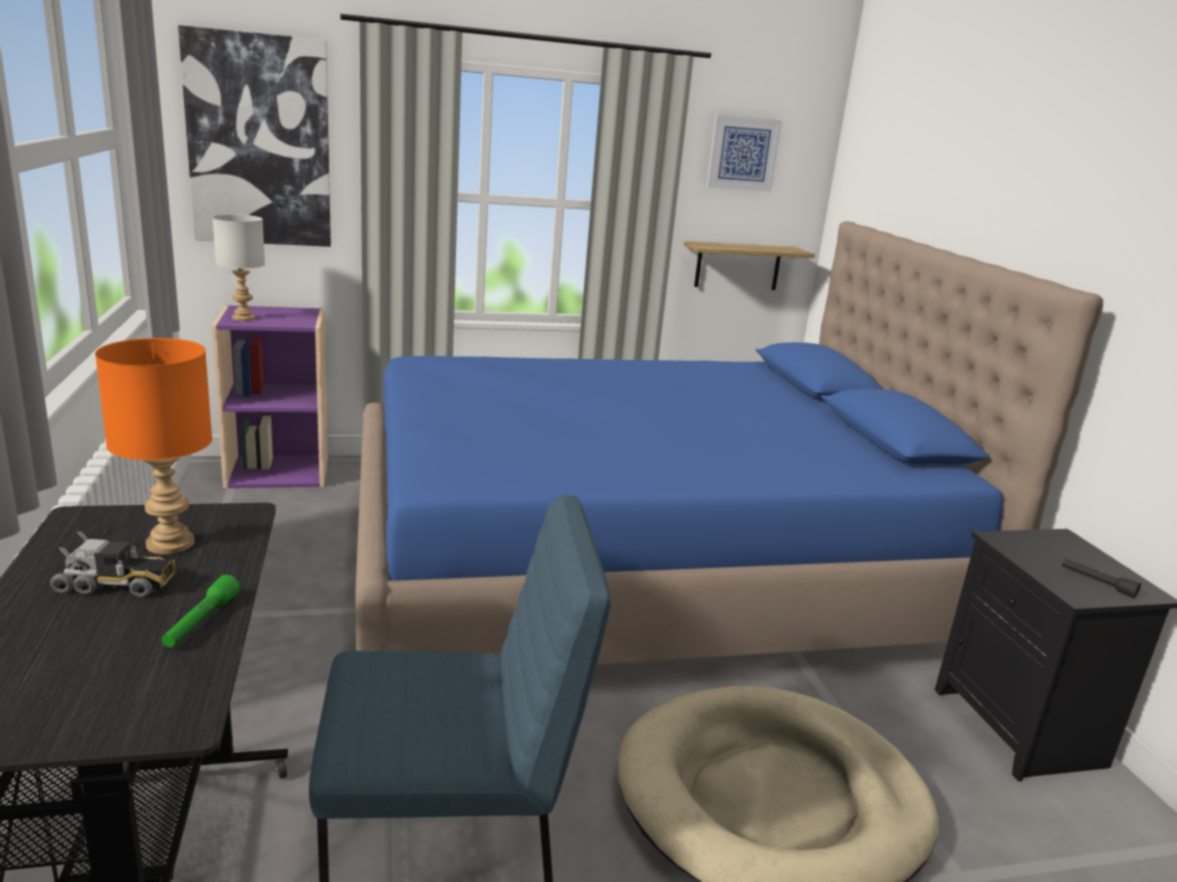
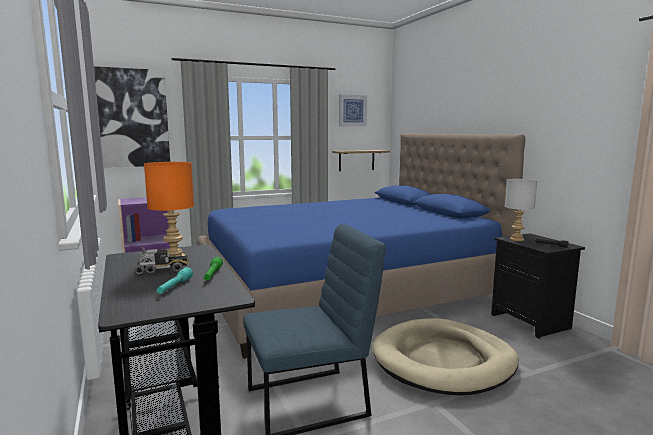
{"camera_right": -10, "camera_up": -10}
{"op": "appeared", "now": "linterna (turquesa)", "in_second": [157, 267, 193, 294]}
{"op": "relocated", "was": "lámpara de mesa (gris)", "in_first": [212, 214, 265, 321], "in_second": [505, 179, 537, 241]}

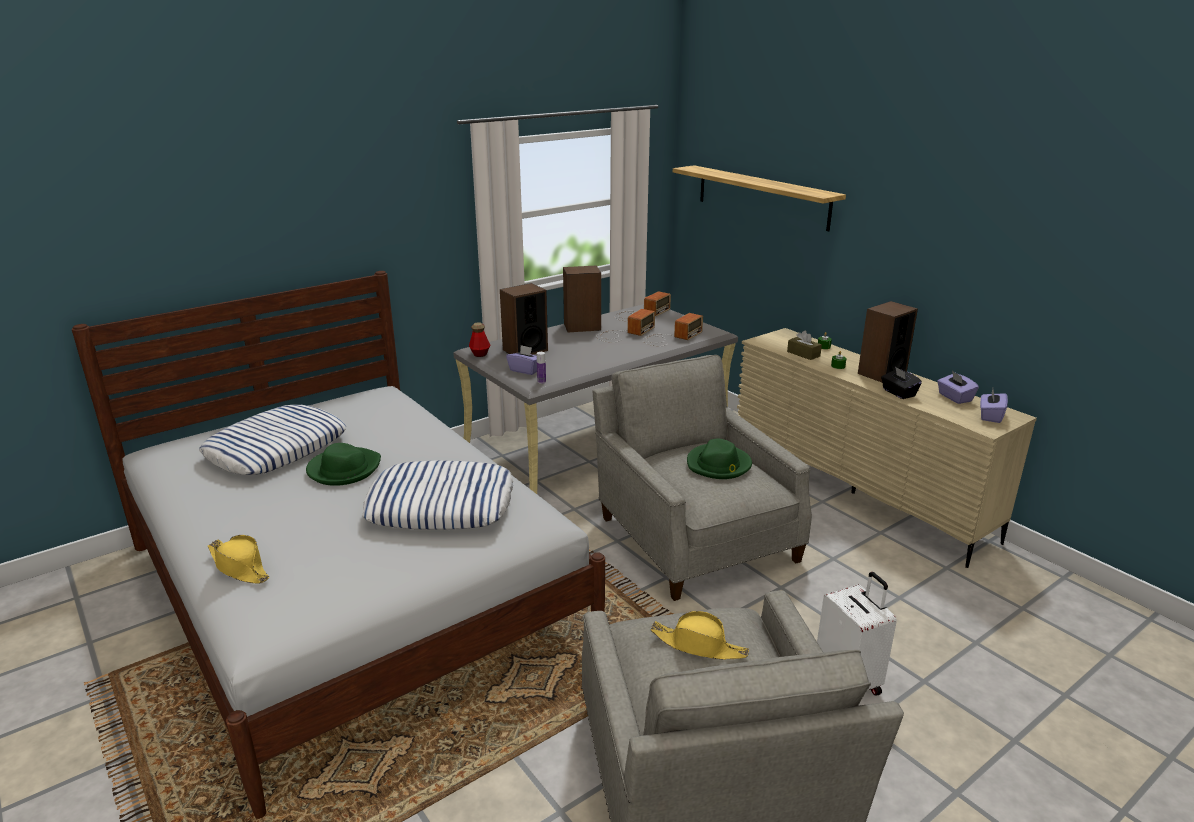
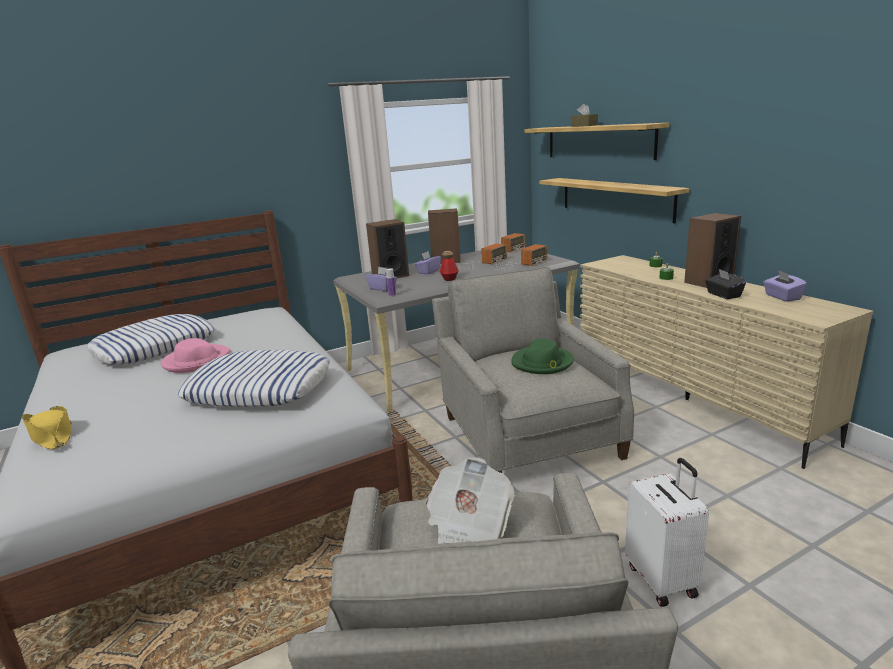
{"camera_right": 10, "camera_up": -5}
{"op": "colour", "was": "sombrero (verde)", "now": "sombrero (rosa)", "in_first": [306, 443, 381, 486], "in_second": [161, 338, 231, 373]}
{"op": "relocated", "was": "caja de pañuelos (morado)", "in_first": [980, 389, 1008, 423], "in_second": [415, 251, 441, 274]}
{"op": "exchanged", "was": "sombrero (amarillo)", "now": "periódico", "in_first": [651, 611, 749, 660], "in_second": [426, 457, 515, 544]}
{"op": "relocated", "was": "botella", "in_first": [469, 322, 490, 357], "in_second": [440, 251, 459, 281]}
{"op": "appeared", "now": "estante", "in_second": [539, 178, 689, 223]}
{"op": "relocated", "was": "caja de pañuelos (marrón)", "in_first": [787, 330, 822, 360], "in_second": [571, 104, 598, 127]}

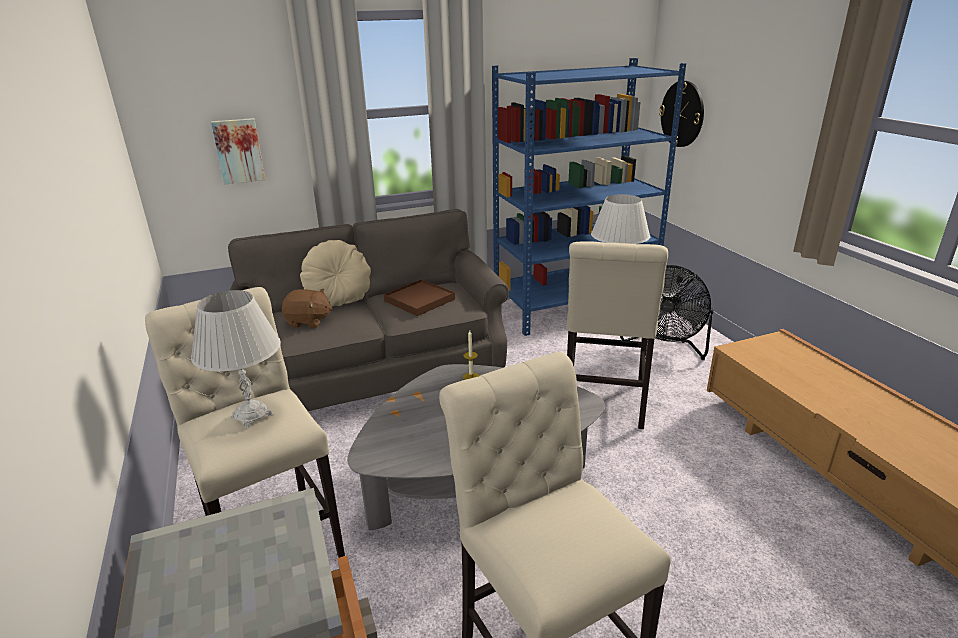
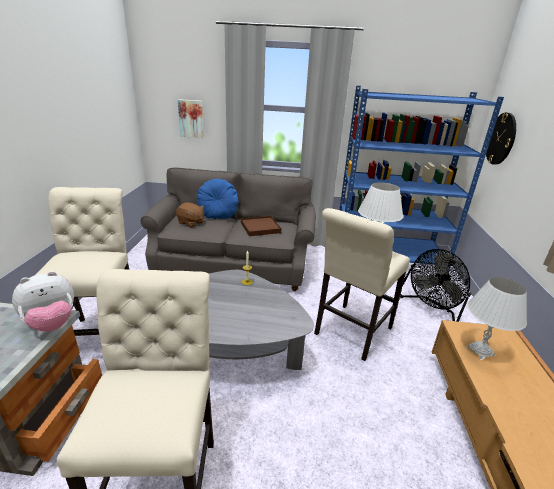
{"camera_right": 25, "camera_up": 0}
{"op": "appeared", "now": "peluche", "in_second": [12, 271, 74, 332]}
{"op": "colour", "was": "cojín (beis)", "now": "cojín (azul)", "in_first": [300, 240, 371, 307], "in_second": [197, 179, 239, 219]}
{"op": "relocated", "was": "lámpara de mesa (blanco)", "in_first": [191, 290, 281, 429], "in_second": [466, 277, 527, 360]}

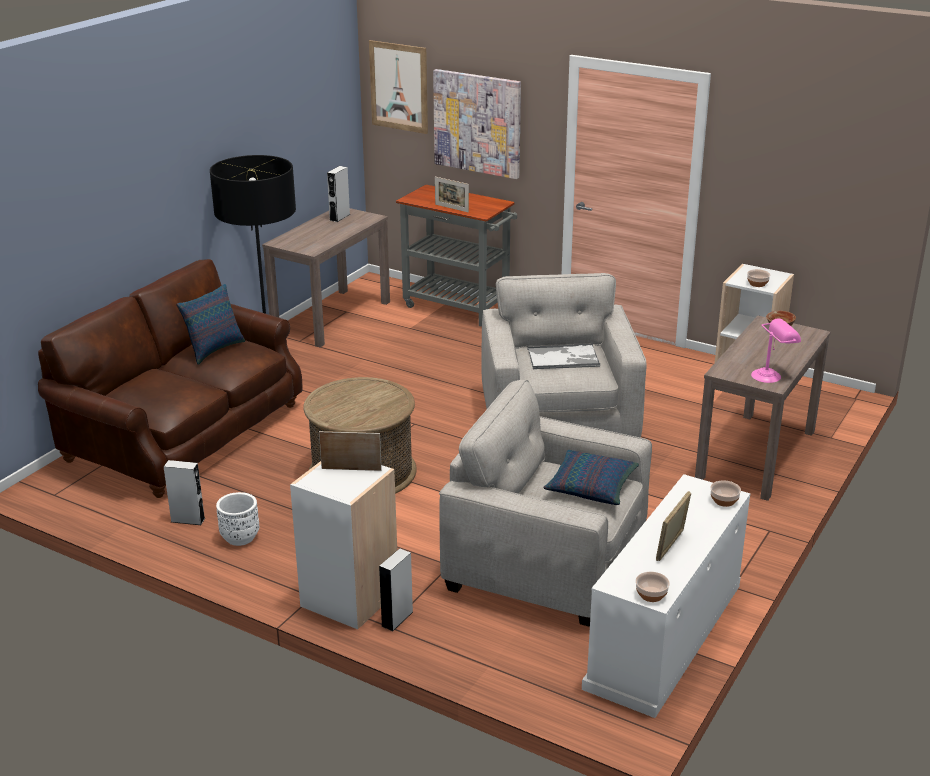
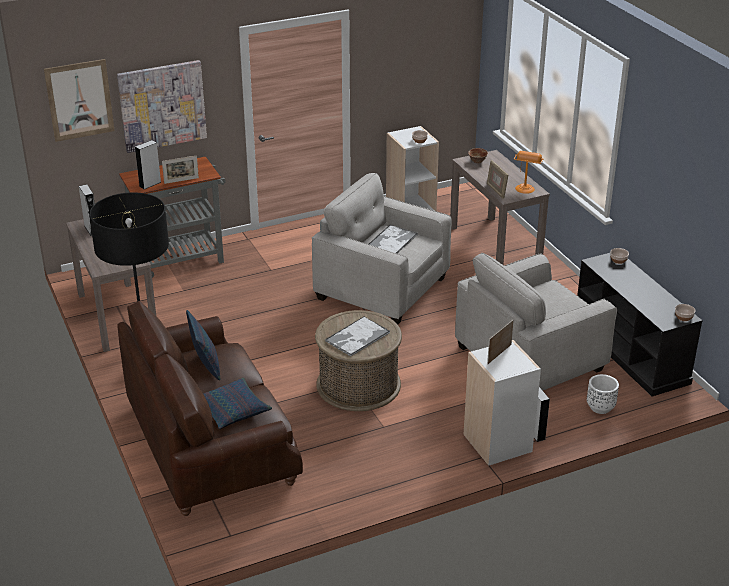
{"camera_right": -55, "camera_up": 5}
{"op": "relocated", "was": "altavoz (gris)", "in_first": [164, 460, 205, 525], "in_second": [135, 140, 161, 190]}
{"op": "relocated", "was": "cojín (azul)", "in_first": [543, 450, 639, 505], "in_second": [203, 378, 272, 429]}
{"op": "appeared", "now": "bandeja", "in_second": [325, 317, 390, 357]}
{"op": "relocated", "was": "portarretratos", "in_first": [656, 491, 691, 561], "in_second": [487, 160, 508, 199]}
{"op": "colour", "was": "lámpara de mesa (rosa)", "now": "lámpara de mesa (naranja)", "in_first": [751, 318, 801, 383], "in_second": [514, 151, 544, 194]}
{"op": "colour", "was": "mueble de televisión (blanco)", "now": "mueble de televisión (negro)", "in_first": [582, 474, 750, 718], "in_second": [577, 253, 703, 396]}
{"op": "relocated", "was": "maceta (blanco)", "in_first": [216, 492, 259, 546], "in_second": [587, 374, 619, 414]}

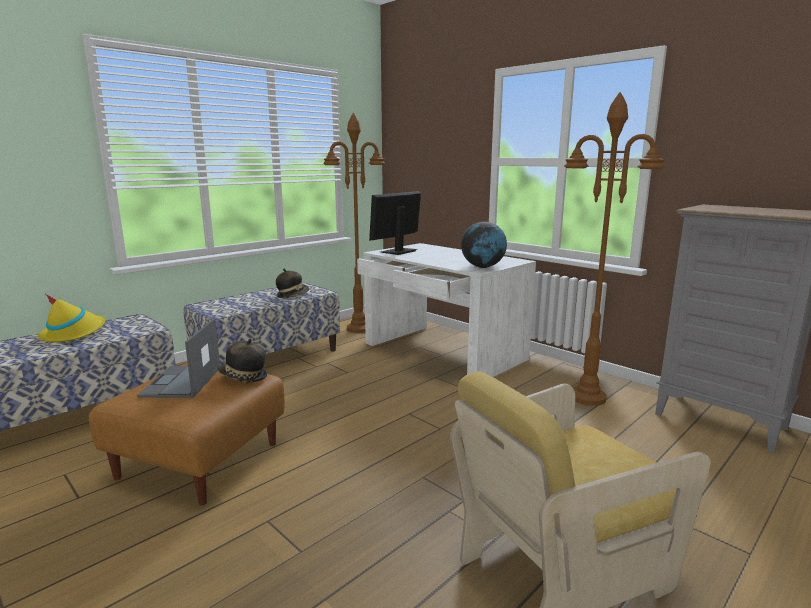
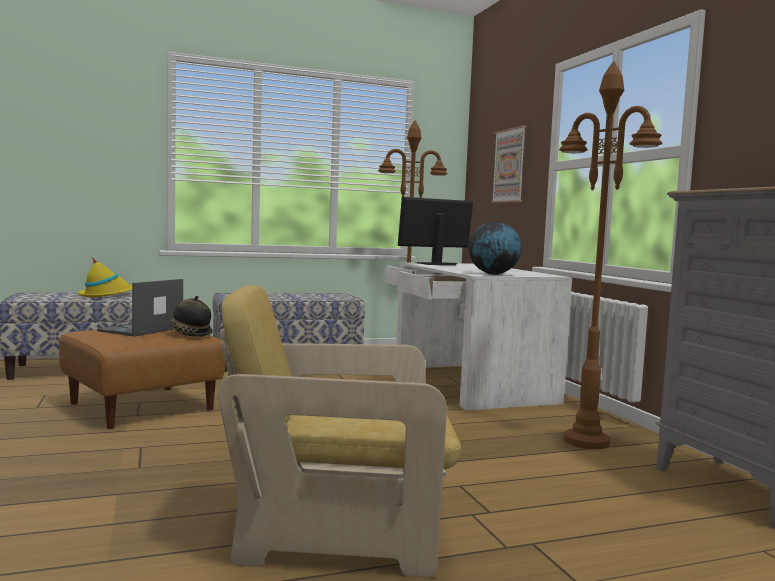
{"camera_right": 25, "camera_up": -10}
{"op": "appeared", "now": "cuadro", "in_second": [491, 125, 527, 203]}
{"op": "missing", "was": "sombrero", "in_first": [276, 269, 309, 298]}

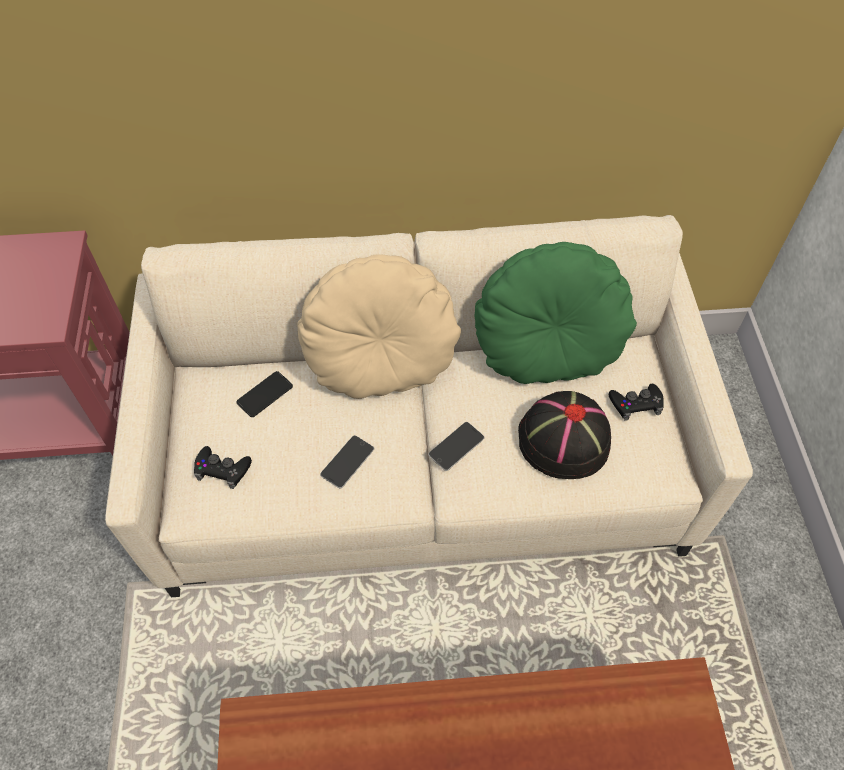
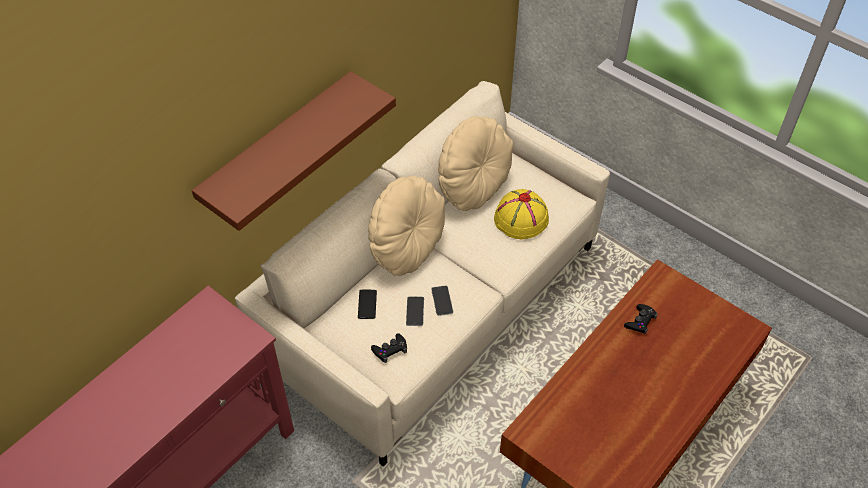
{"camera_right": -45, "camera_up": -5}
{"op": "appeared", "now": "estante (marrón)", "in_second": [192, 71, 396, 231]}
{"op": "relocated", "was": "móvil", "in_first": [428, 422, 485, 471], "in_second": [406, 296, 424, 326]}
{"op": "colour", "was": "cojín (verde)", "now": "cojín (beis)", "in_first": [475, 242, 637, 384], "in_second": [438, 116, 513, 211]}
{"op": "colour", "was": "sombrero (negro)", "now": "sombrero (amarillo)", "in_first": [518, 391, 611, 479], "in_second": [494, 189, 549, 239]}
{"op": "relocated", "was": "mando de consola (negro)", "in_first": [609, 384, 664, 421], "in_second": [624, 304, 658, 334]}

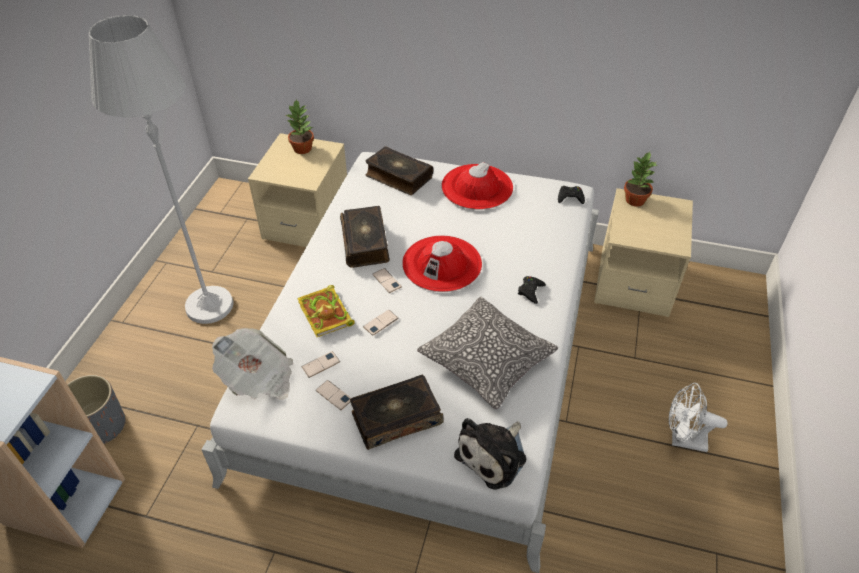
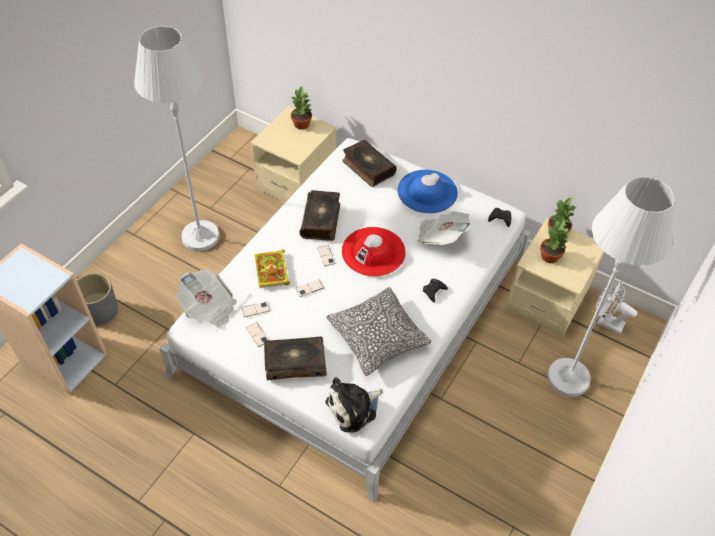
{"camera_right": 15, "camera_up": 5}
{"op": "colour", "was": "sombrero (rojo)", "now": "sombrero (azul)", "in_first": [441, 162, 513, 210], "in_second": [397, 170, 458, 213]}
{"op": "appeared", "now": "periódico", "in_second": [418, 211, 471, 245]}
{"op": "appeared", "now": "planta en maceta", "in_second": [540, 220, 569, 263]}
{"op": "appeared", "now": "lámpara de pie (blanco)", "in_second": [547, 177, 675, 397]}
{"op": "relocated", "was": "ventilador (blanco)", "in_first": [669, 383, 728, 452], "in_second": [595, 281, 637, 334]}

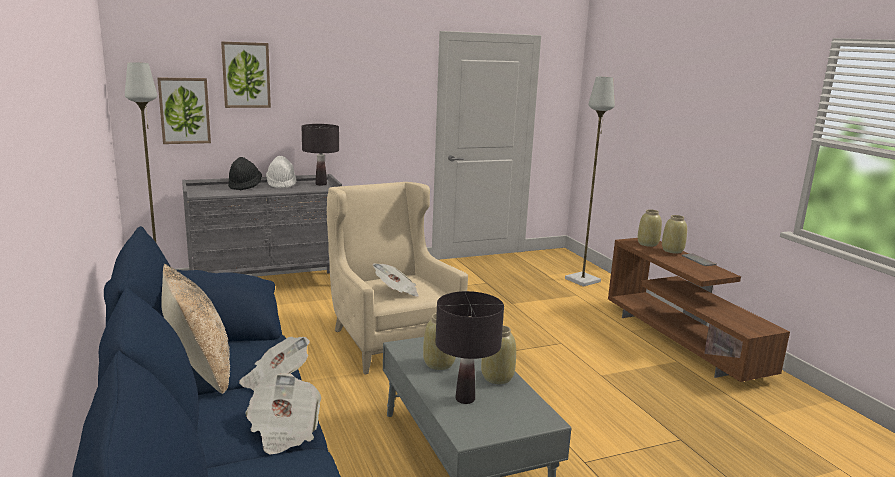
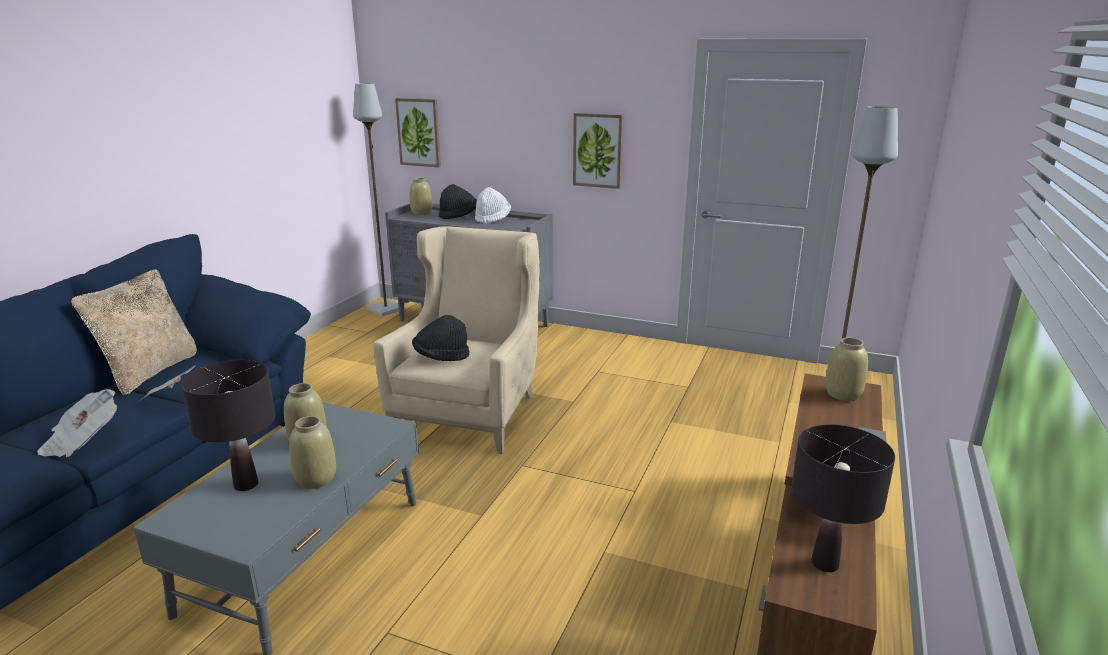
{"camera_right": 45, "camera_up": 5}
{"op": "relocated", "was": "florero (beis)", "in_first": [662, 215, 687, 253], "in_second": [410, 178, 432, 215]}
{"op": "exchanged", "was": "periódico", "now": "sombrero (negro)", "in_first": [372, 263, 419, 297], "in_second": [412, 315, 470, 361]}
{"op": "relocated", "was": "cuadro", "in_first": [221, 42, 271, 108], "in_second": [573, 113, 623, 189]}
{"op": "relocated", "was": "lámpara de mesa (negro)", "in_first": [302, 124, 339, 186], "in_second": [791, 424, 895, 572]}

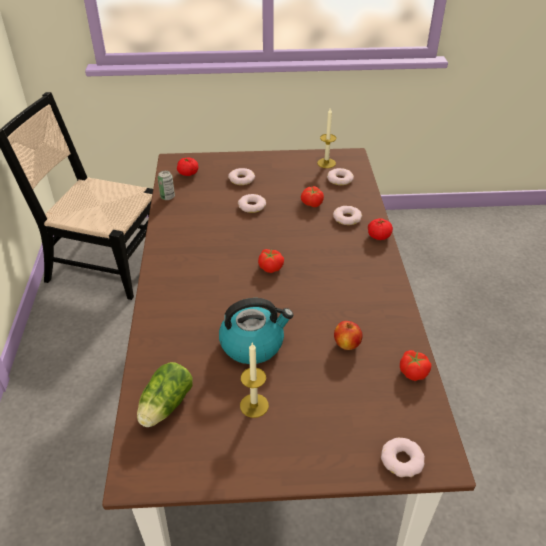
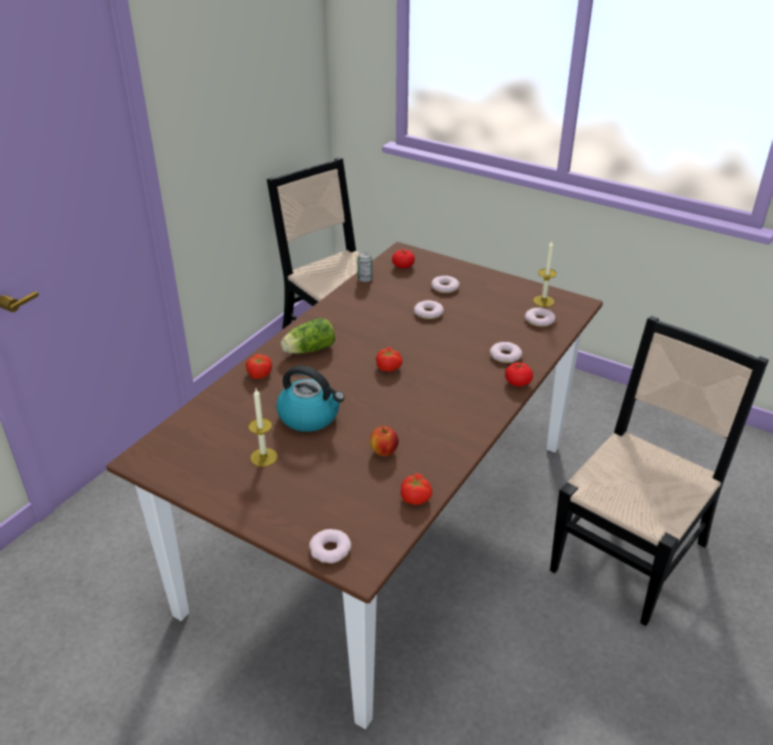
{"camera_right": 35, "camera_up": -5}
{"op": "relocated", "was": "tomate", "in_first": [301, 186, 324, 207], "in_second": [246, 354, 272, 379]}
{"op": "relocated", "was": "lechuga", "in_first": [137, 362, 193, 427], "in_second": [281, 318, 335, 354]}
{"op": "appeared", "now": "silla", "in_second": [550, 316, 769, 626]}

